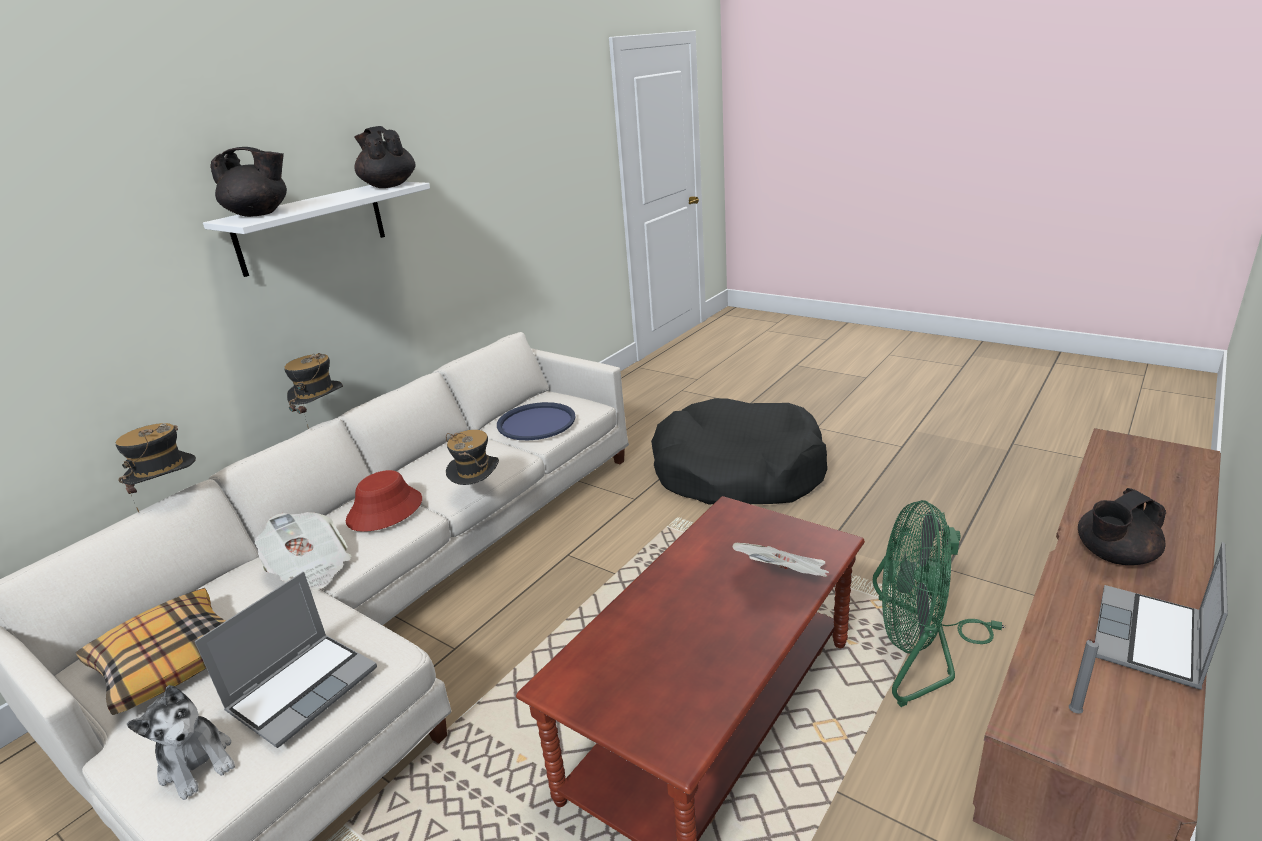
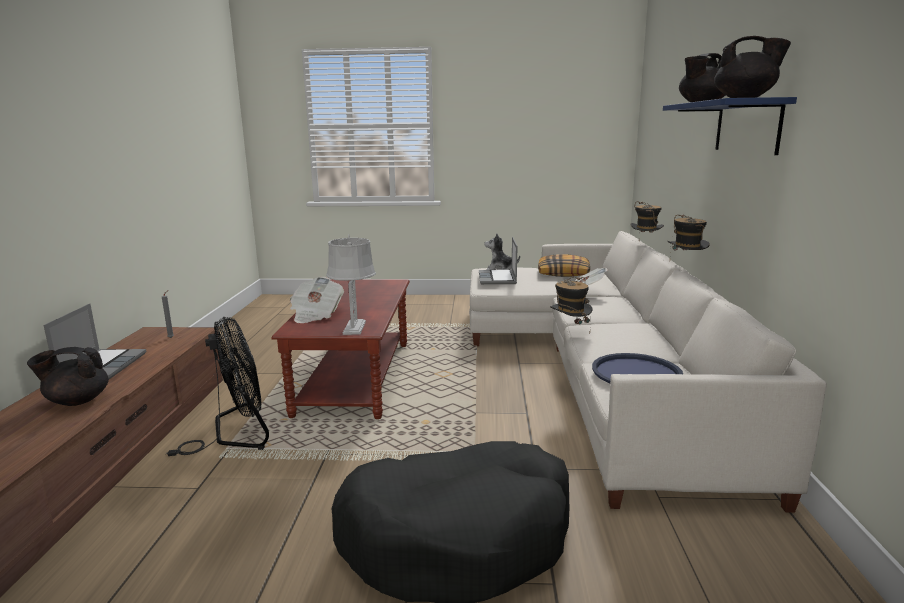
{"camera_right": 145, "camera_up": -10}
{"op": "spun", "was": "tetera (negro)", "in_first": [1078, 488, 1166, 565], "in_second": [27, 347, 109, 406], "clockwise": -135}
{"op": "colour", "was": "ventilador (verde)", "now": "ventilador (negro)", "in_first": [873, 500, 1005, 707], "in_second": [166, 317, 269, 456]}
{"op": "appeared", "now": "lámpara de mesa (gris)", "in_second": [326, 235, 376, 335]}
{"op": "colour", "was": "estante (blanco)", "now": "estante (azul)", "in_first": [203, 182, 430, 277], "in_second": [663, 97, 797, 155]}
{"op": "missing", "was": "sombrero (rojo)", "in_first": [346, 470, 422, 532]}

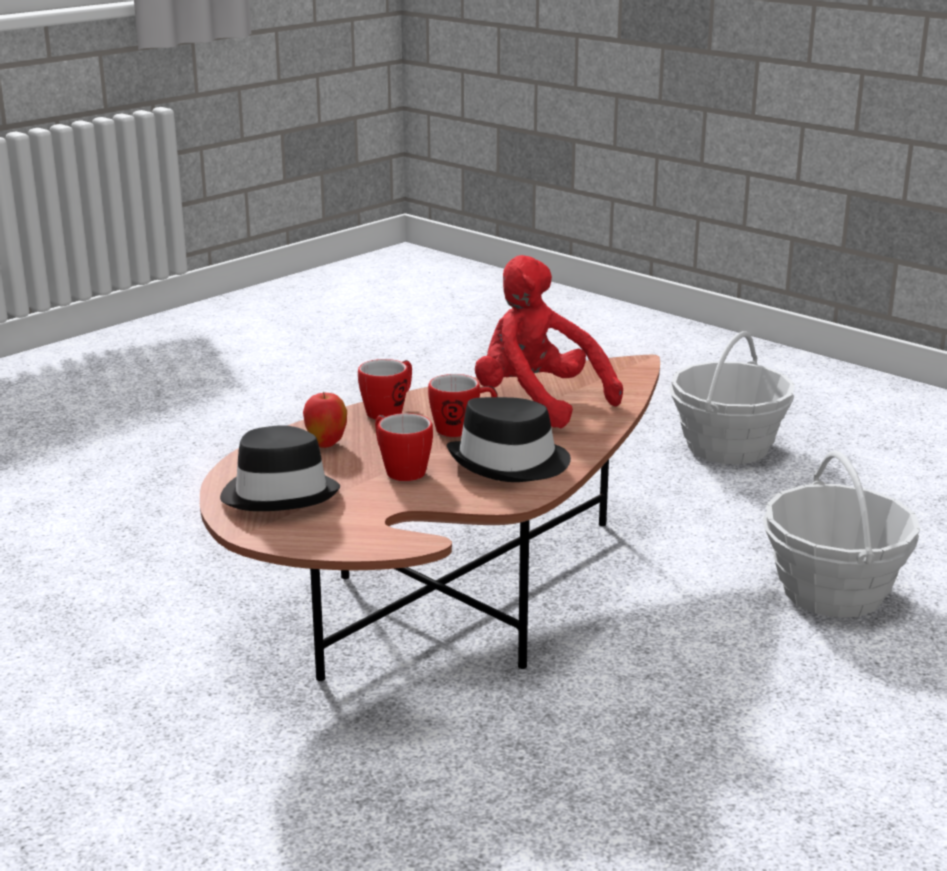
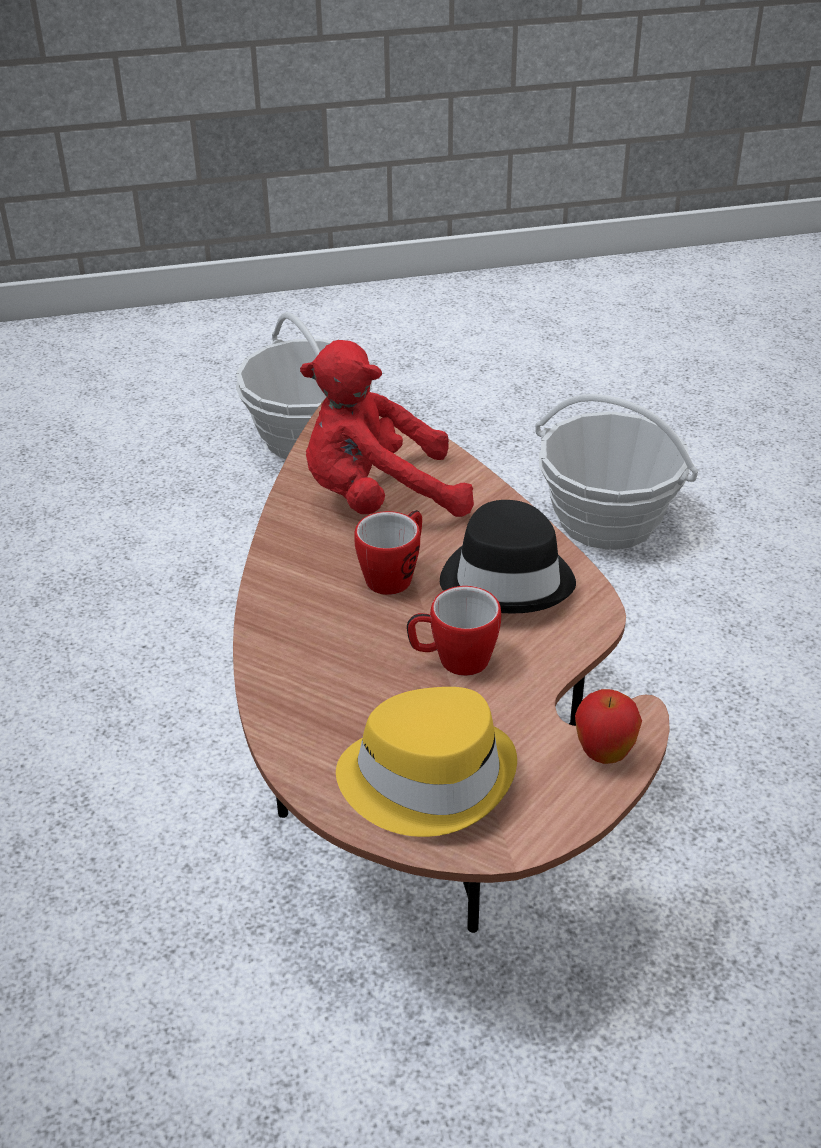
{"camera_right": -55, "camera_up": 15}
{"op": "colour", "was": "sombrero (negro)", "now": "sombrero (amarillo)", "in_first": [220, 425, 340, 511], "in_second": [336, 687, 517, 837]}
{"op": "relocated", "was": "manzana", "in_first": [303, 392, 347, 448], "in_second": [575, 689, 642, 764]}
{"op": "missing", "was": "taza grande", "in_first": [358, 359, 412, 420]}

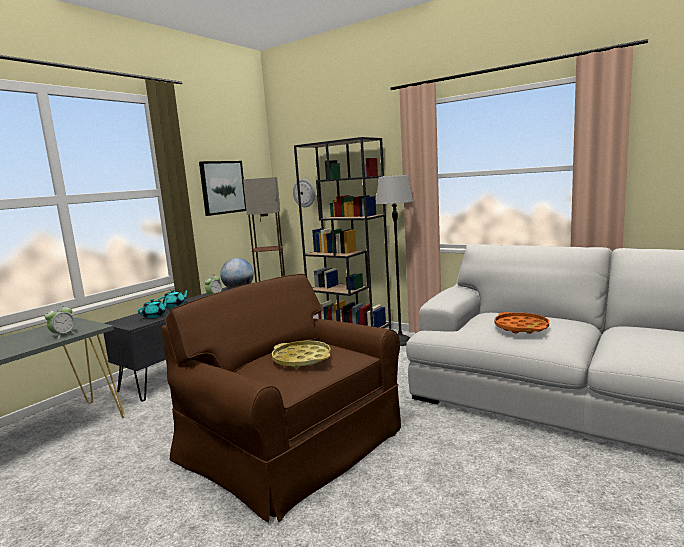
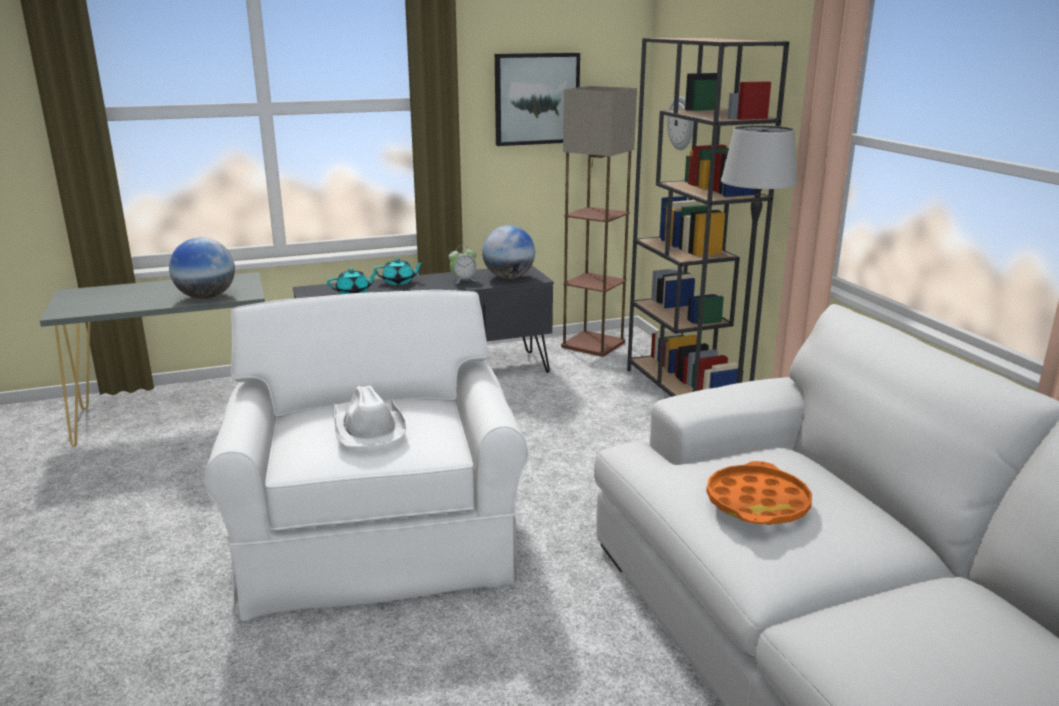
{"camera_right": 35, "camera_up": 10}
{"op": "exchanged", "was": "despertador", "now": "globo terráqueo", "in_first": [45, 305, 76, 340], "in_second": [169, 237, 235, 299]}
{"op": "colour", "was": "sillón (marrón)", "now": "sillón (blanco)", "in_first": [161, 274, 401, 522], "in_second": [204, 290, 528, 621]}
{"op": "exchanged", "was": "bandeja (amarillo)", "now": "sombrero (blanco)", "in_first": [272, 341, 331, 368], "in_second": [333, 386, 406, 447]}

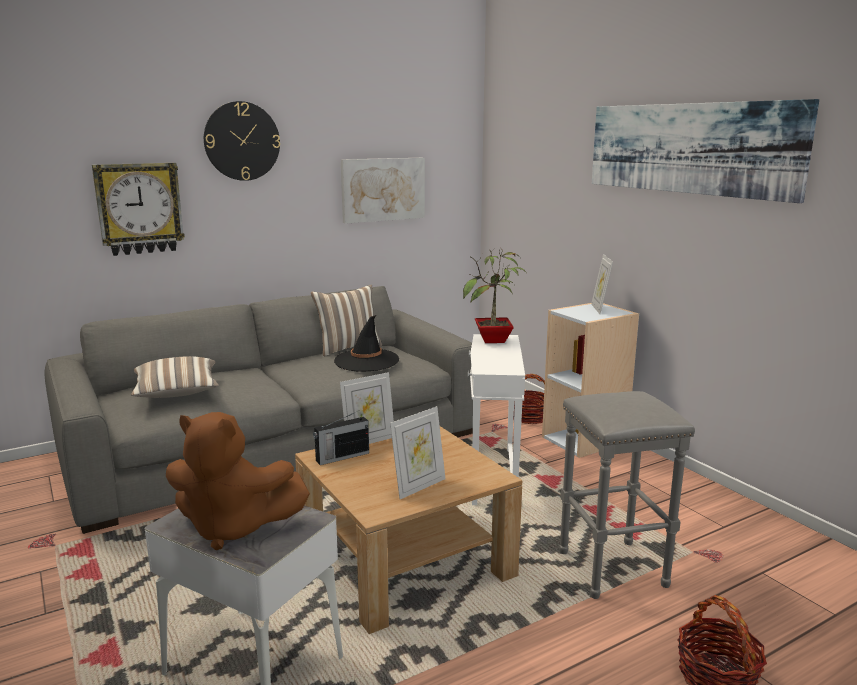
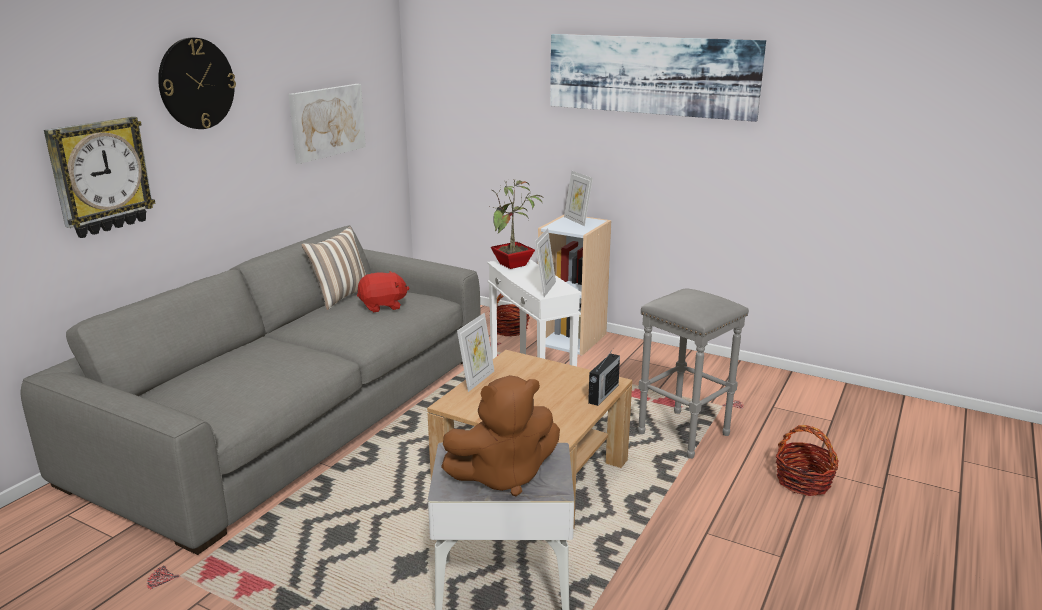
{"camera_right": -30, "camera_up": 5}
{"op": "exchanged", "was": "sombrero (negro)", "now": "peluche (rojo)", "in_first": [334, 315, 399, 372], "in_second": [357, 271, 409, 312]}
{"op": "relocated", "was": "portarretratos", "in_first": [390, 406, 446, 499], "in_second": [535, 228, 556, 297]}
{"op": "relocated", "was": "radio", "in_first": [313, 411, 369, 465], "in_second": [588, 349, 620, 406]}
{"op": "missing", "was": "cojín", "in_first": [131, 356, 219, 398]}

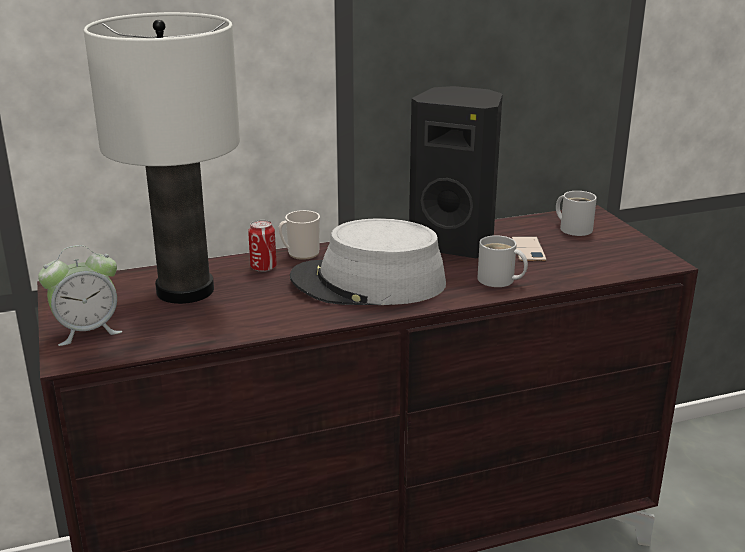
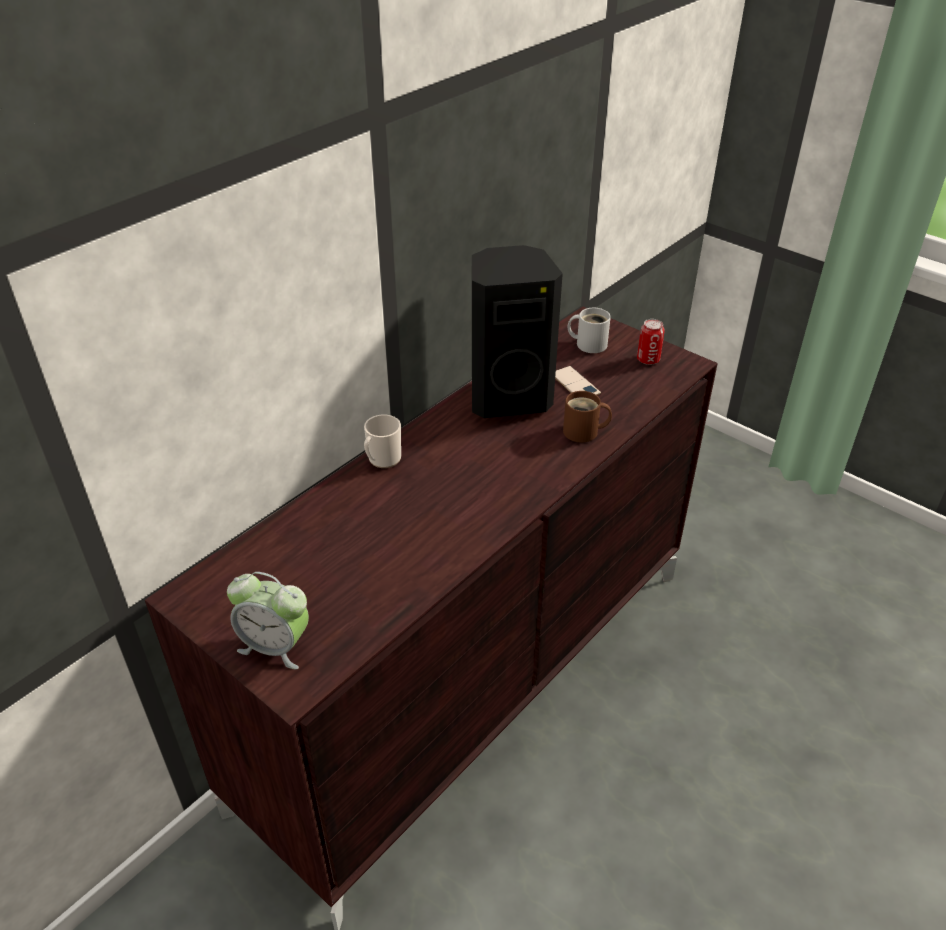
{"camera_right": -30, "camera_up": 15}
{"op": "spun", "was": "despertador", "in_first": [38, 245, 123, 346], "in_second": [227, 572, 309, 669], "clockwise": 75}
{"op": "colour", "was": "taza grande (blanco)", "now": "taza grande (marrón)", "in_first": [478, 235, 528, 287], "in_second": [563, 391, 612, 443]}
{"op": "relocated", "was": "lata", "in_first": [248, 220, 277, 272], "in_second": [637, 319, 665, 365]}
{"op": "missing", "was": "lámpara de mesa (blanco)", "in_first": [84, 12, 240, 304]}
{"op": "missing", "was": "sombrero (gris)", "in_first": [290, 219, 446, 305]}

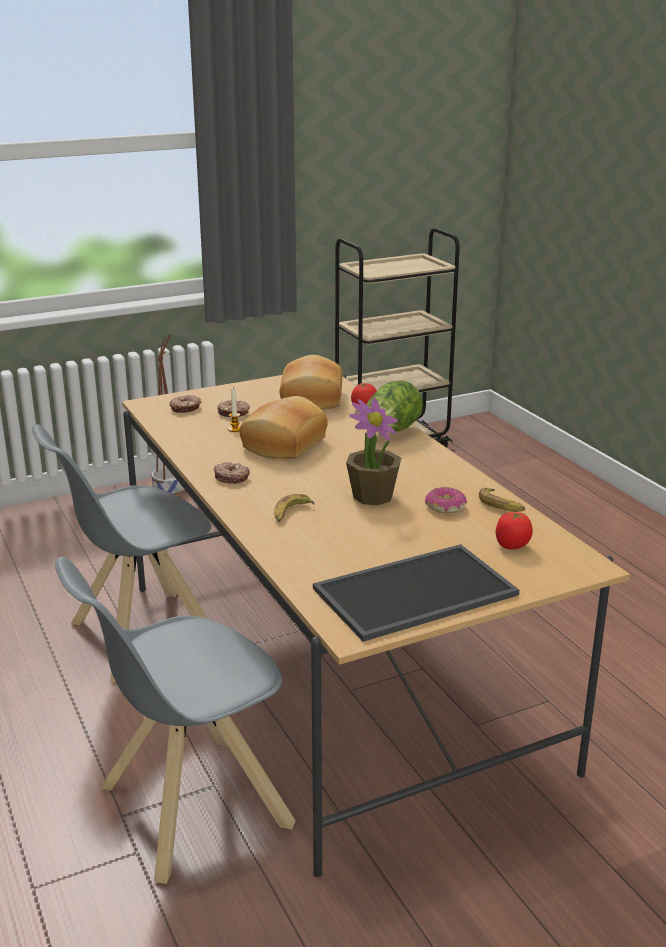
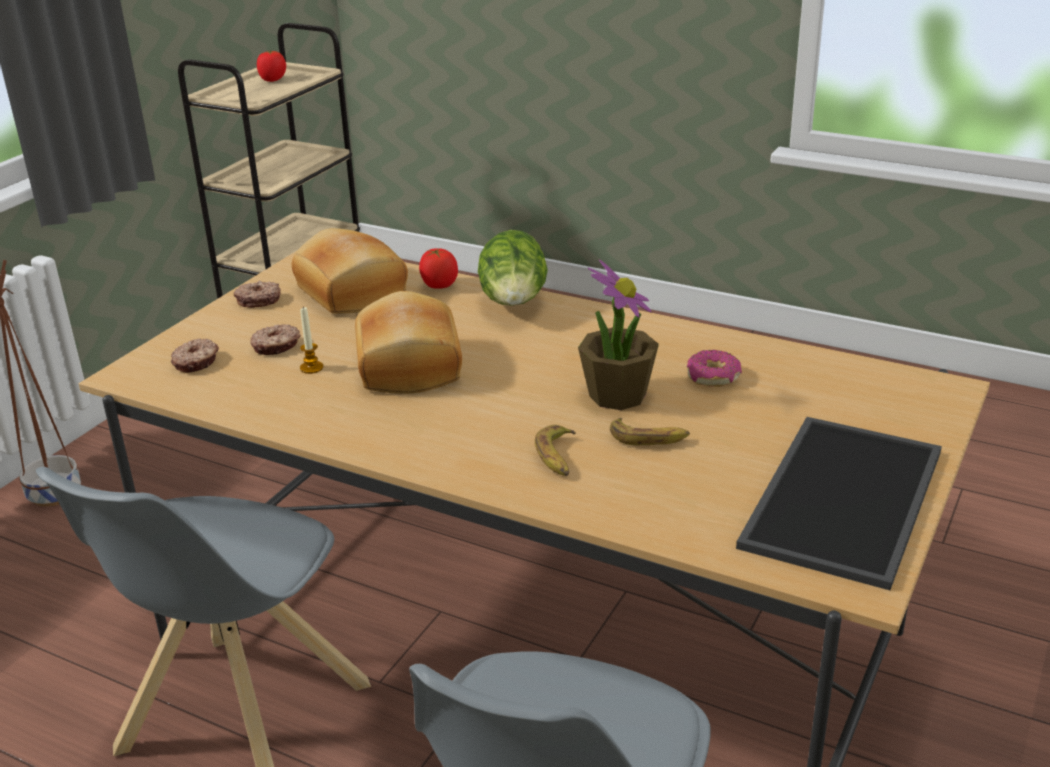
{"camera_right": -35, "camera_up": 5}
{"op": "relocated", "was": "rosquilla", "in_first": [214, 462, 250, 484], "in_second": [233, 281, 280, 308]}
{"op": "relocated", "was": "tomate", "in_first": [496, 511, 533, 549], "in_second": [257, 51, 286, 82]}
{"op": "relocated", "was": "plátano", "in_first": [479, 488, 525, 512], "in_second": [610, 418, 690, 445]}

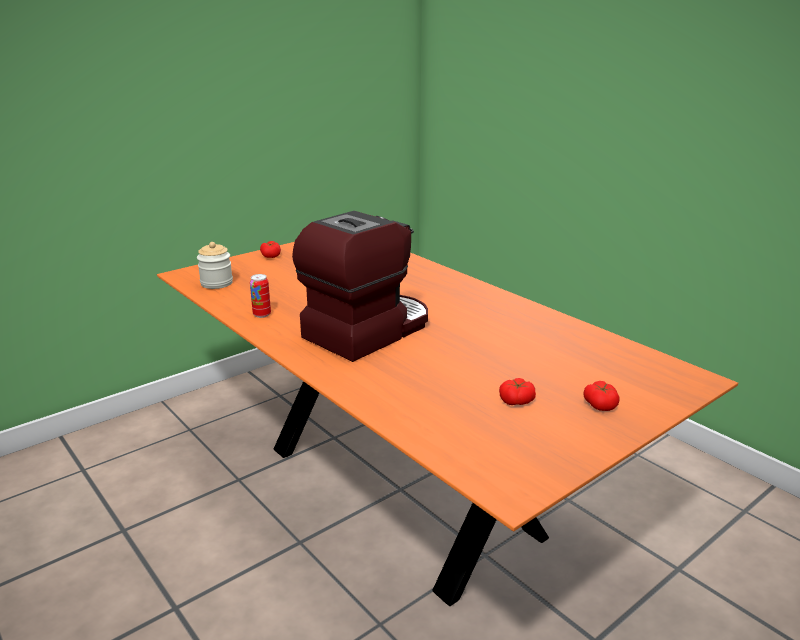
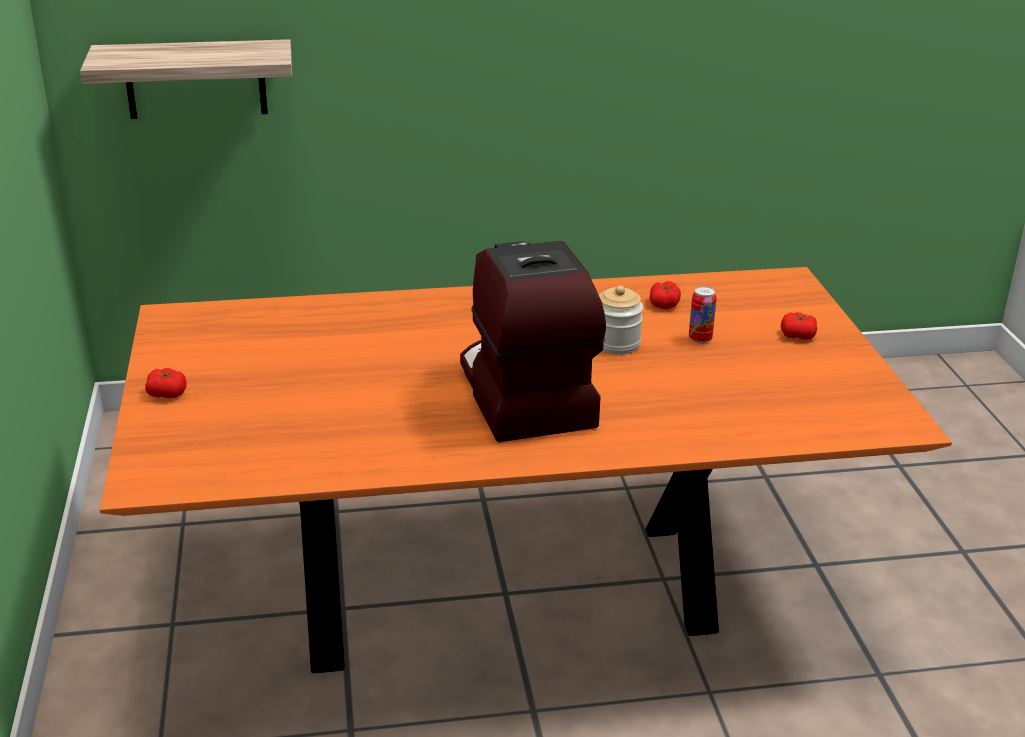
{"camera_right": -60, "camera_up": 5}
{"op": "appeared", "now": "estante", "in_second": [80, 39, 292, 119]}
{"op": "relocated", "was": "tarro", "in_first": [197, 242, 233, 289], "in_second": [599, 286, 643, 355]}
{"op": "relocated", "was": "tomate", "in_first": [499, 378, 536, 405], "in_second": [650, 281, 681, 309]}
{"op": "relocated", "was": "lata", "in_first": [250, 274, 271, 318], "in_second": [689, 286, 717, 344]}

